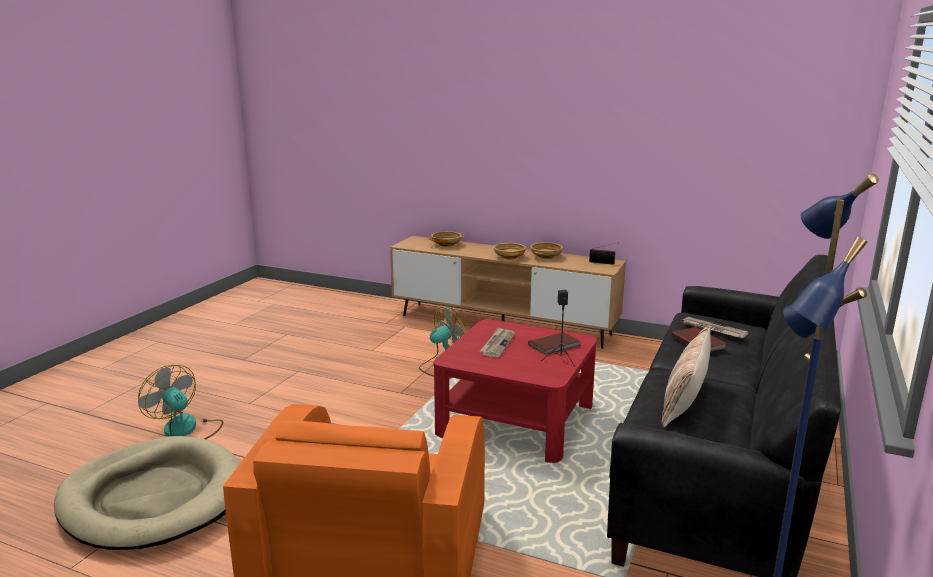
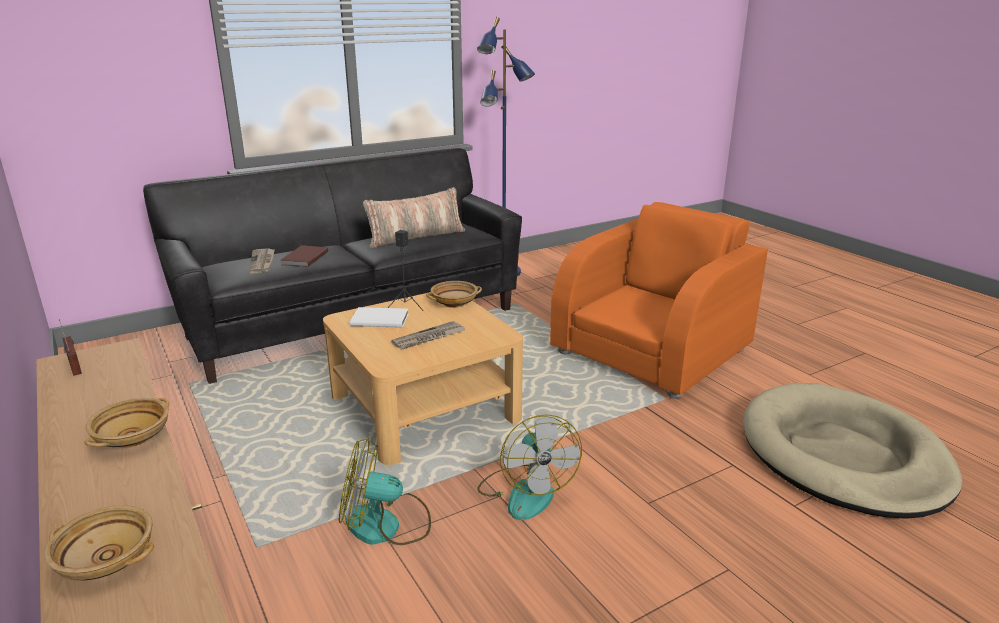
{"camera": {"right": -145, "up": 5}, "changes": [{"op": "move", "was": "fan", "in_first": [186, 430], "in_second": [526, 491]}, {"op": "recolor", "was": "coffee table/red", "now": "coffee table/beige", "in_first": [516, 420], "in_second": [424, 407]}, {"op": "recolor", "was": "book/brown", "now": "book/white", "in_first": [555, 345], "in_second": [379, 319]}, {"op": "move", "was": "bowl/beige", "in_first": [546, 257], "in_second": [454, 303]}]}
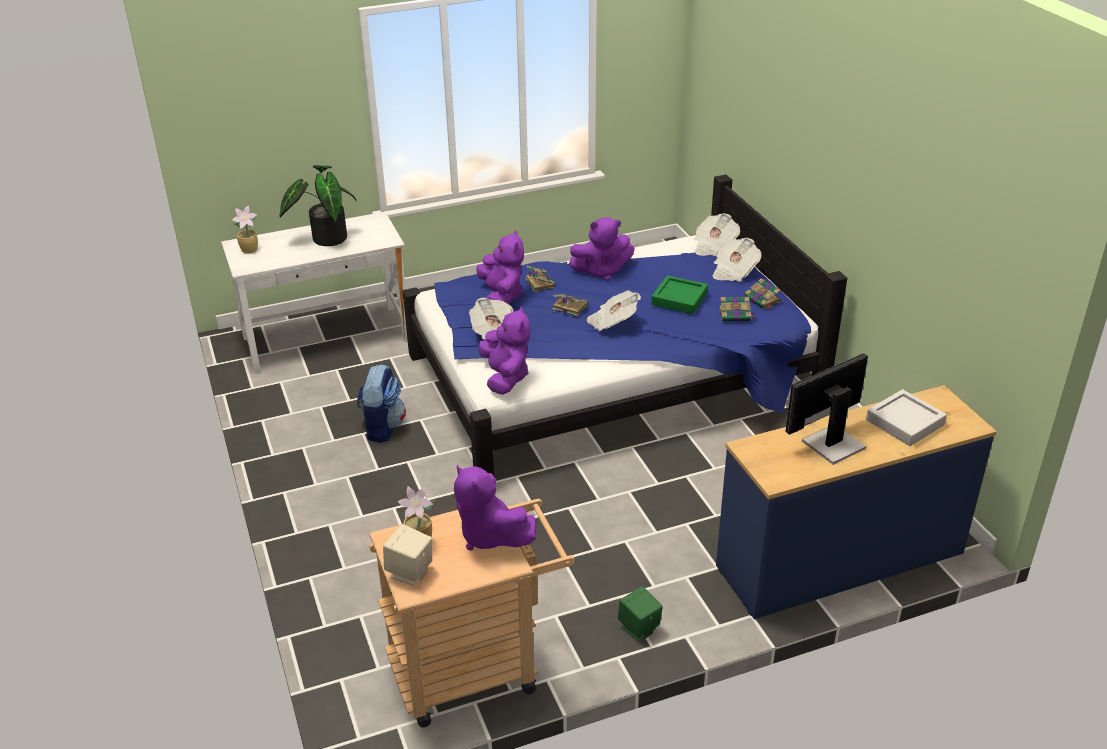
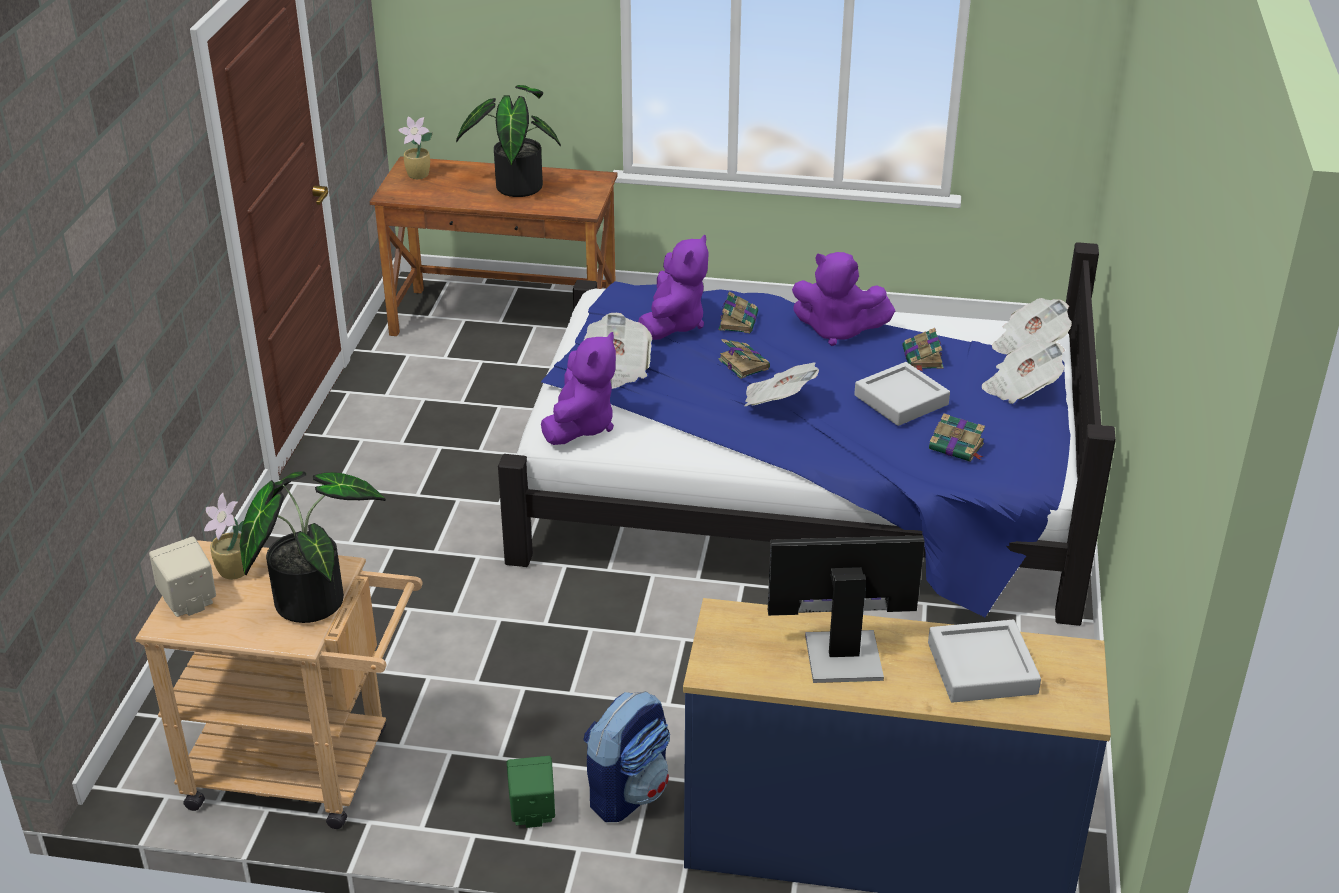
{"camera": {"right": 30, "up": 0}, "changes": [{"op": "recolor", "was": "desk/white", "now": "desk/brown", "in_first": [326, 338], "in_second": [504, 320]}, {"op": "move", "was": "backpack", "in_first": [382, 427], "in_second": [628, 792]}, {"op": "replace", "was": "plush toy/purple", "now": "potted plant", "in_first": [489, 536], "in_second": [311, 596]}, {"op": "recolor", "was": "tray/green", "now": "tray/grey", "in_first": [679, 299], "in_second": [901, 400]}, {"op": "move", "was": "book", "in_first": [762, 300], "in_second": [922, 359]}]}
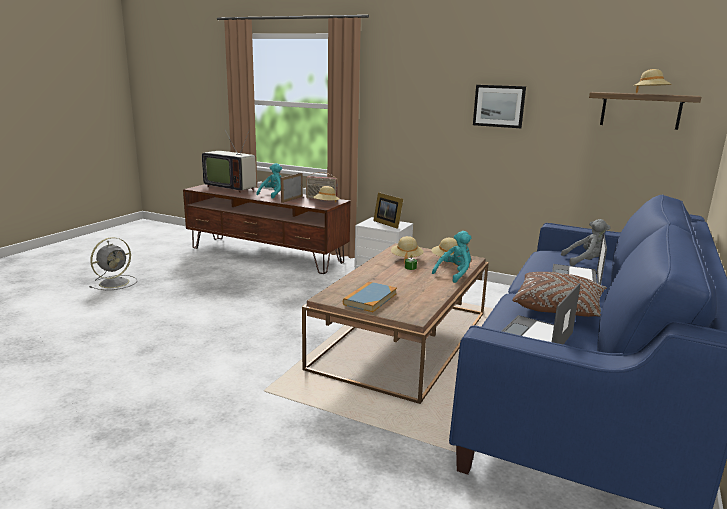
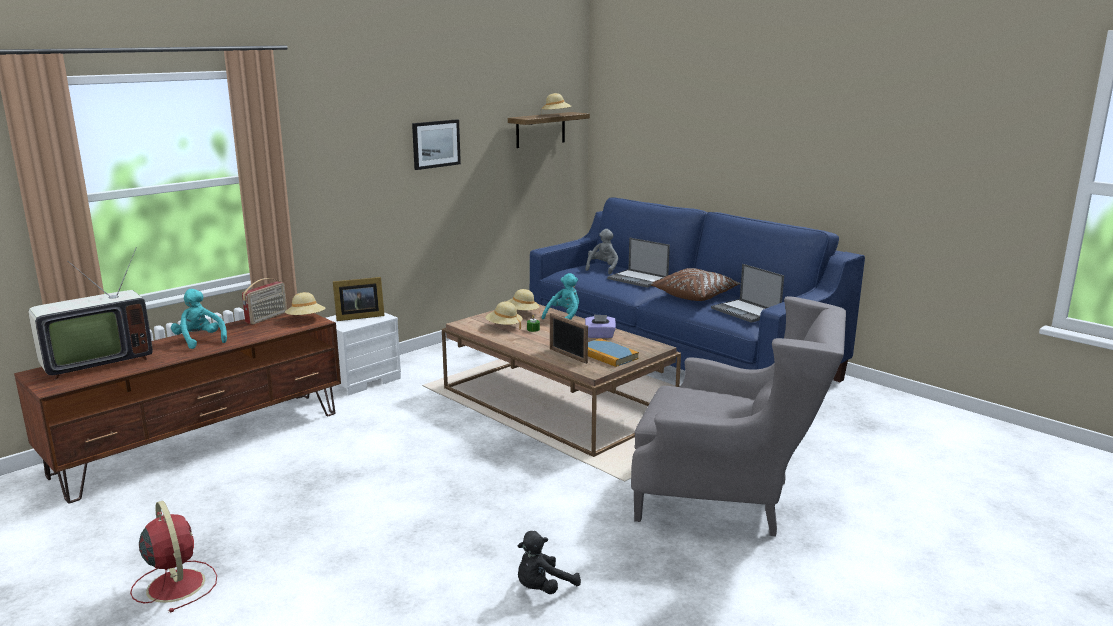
{"camera": {"right": -70, "up": 0}, "changes": [{"op": "recolor", "was": "fan/grey", "now": "fan/red", "in_first": [115, 282], "in_second": [175, 584]}, {"op": "move", "was": "picture frame", "in_first": [291, 199], "in_second": [568, 356]}, {"op": "rotate", "was": "plush toy/turquoise", "in_first": [454, 274], "in_second": [564, 317], "clockwise": 60}, {"op": "insert", "now": "plush toy/black", "in_second": [543, 588]}, {"op": "insert", "now": "tissue box/purple", "in_second": [600, 336]}, {"op": "insert", "now": "armchair/grey", "in_second": [730, 499]}]}
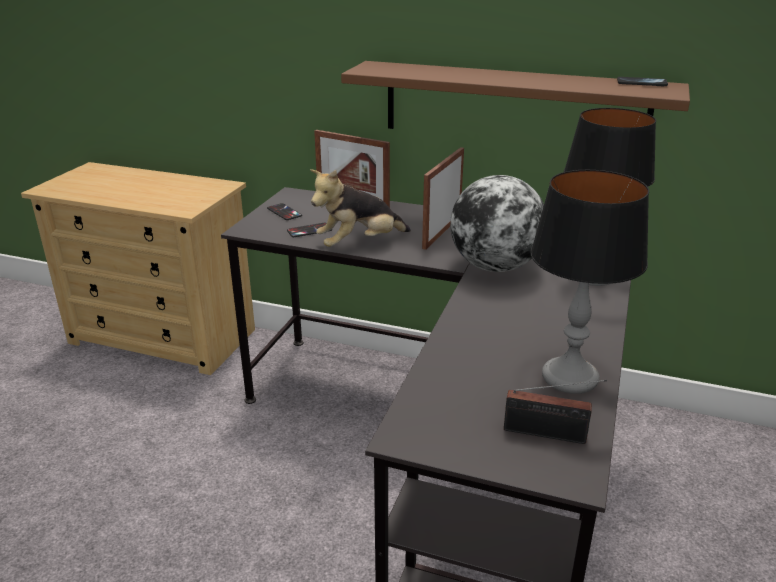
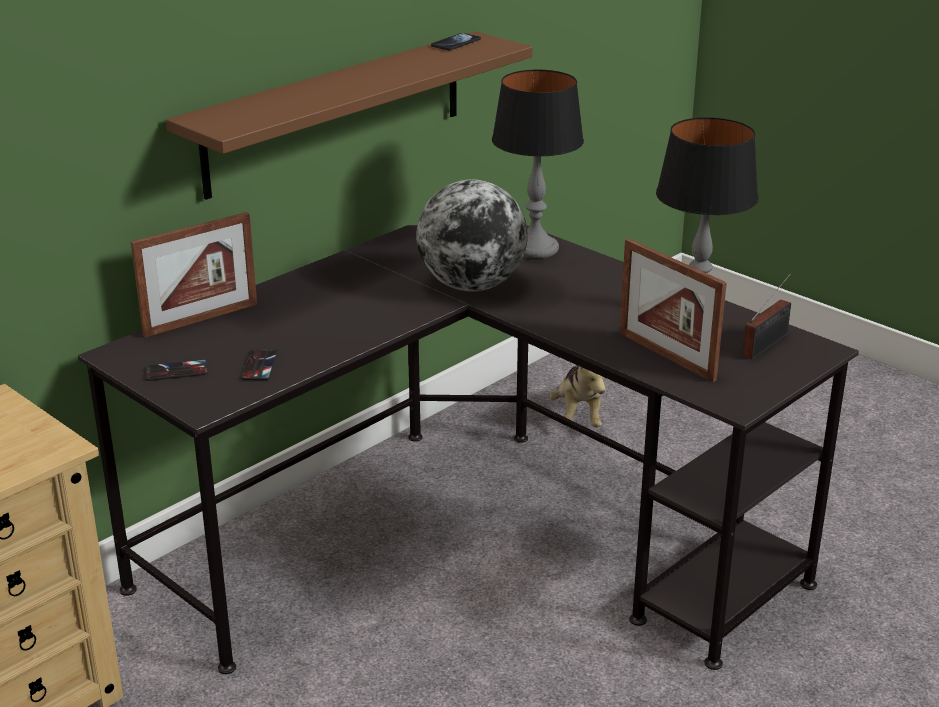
{"camera": {"right": -65, "up": 0}, "changes": [{"op": "move", "was": "plush toy", "in_first": [359, 244], "in_second": [579, 416]}, {"op": "move", "was": "picture frame", "in_first": [442, 231], "in_second": [666, 356]}]}
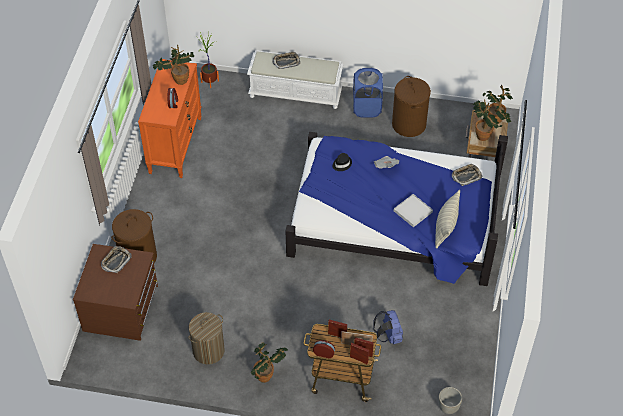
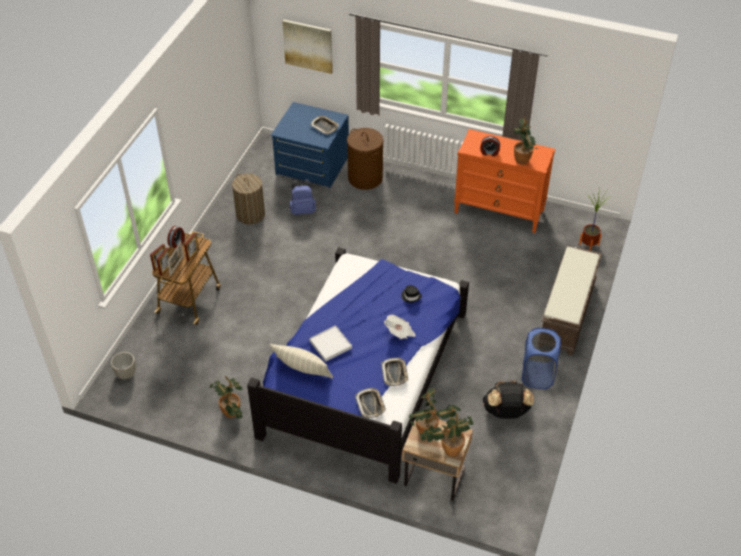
{"camera": {"right": 100, "up": -5}, "changes": [{"op": "recolor", "was": "dresser/brown", "now": "dresser/blue", "in_first": [122, 308], "in_second": [312, 165]}, {"op": "recolor", "was": "bench/white", "now": "bench/brown", "in_first": [296, 92], "in_second": [567, 314]}, {"op": "move", "was": "potted plant", "in_first": [267, 375], "in_second": [231, 415]}, {"op": "move", "was": "tray", "in_first": [286, 62], "in_second": [395, 373]}, {"op": "move", "was": "backpack/blue", "in_first": [388, 336], "in_second": [303, 210]}, {"op": "replace", "was": "laundry basket/brown", "now": "backpack/black", "in_first": [409, 124], "in_second": [506, 412]}, {"op": "insert", "now": "picture", "in_second": [308, 46]}]}
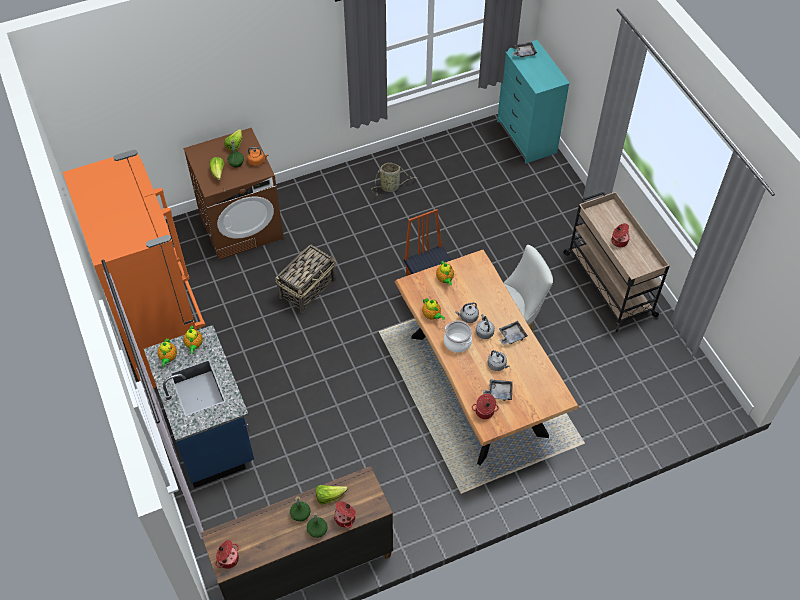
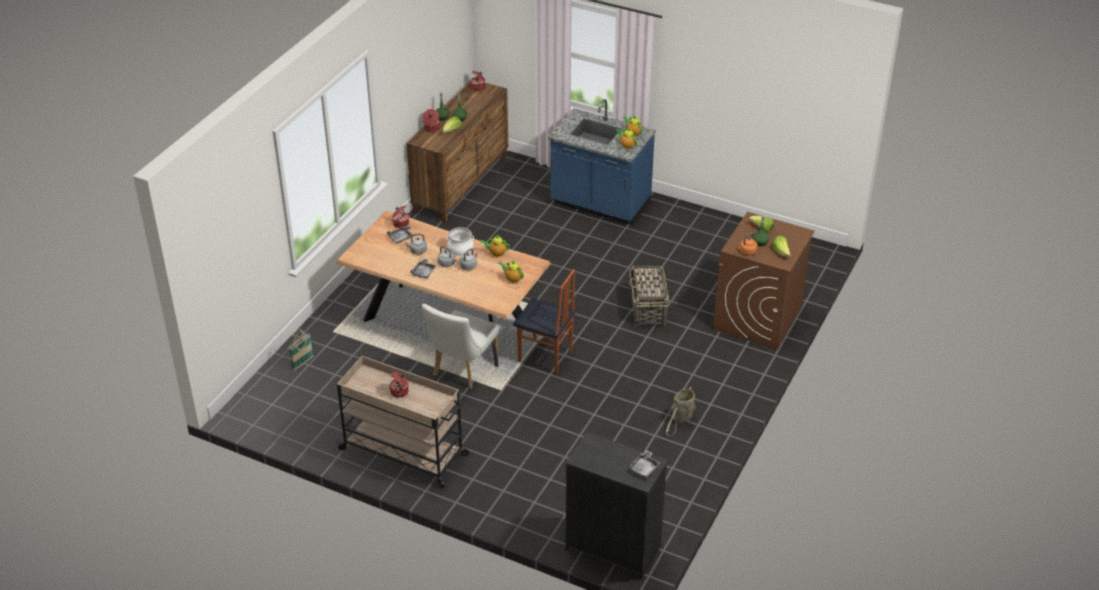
{"camera": {"right": 140, "up": -15}, "changes": [{"op": "delete", "was": "fridge/orange", "in_first": [164, 336]}, {"op": "recolor", "was": "dresser/turquoise", "now": "dresser/black", "in_first": [526, 137], "in_second": [613, 547]}, {"op": "insert", "now": "basket", "in_second": [302, 363]}]}
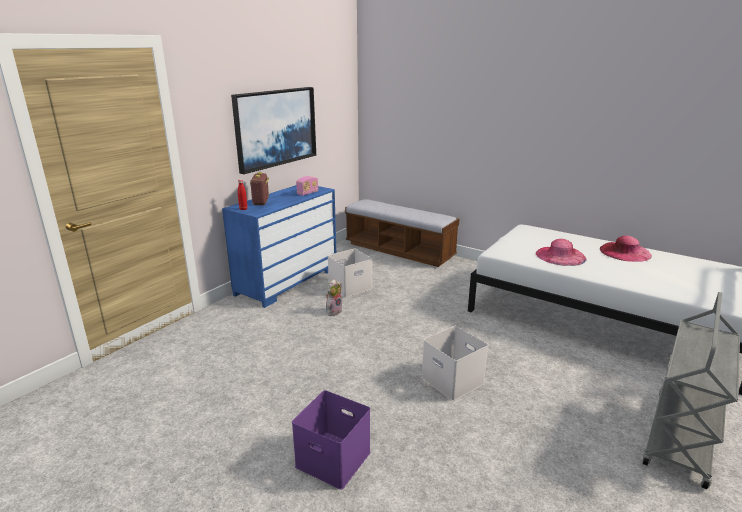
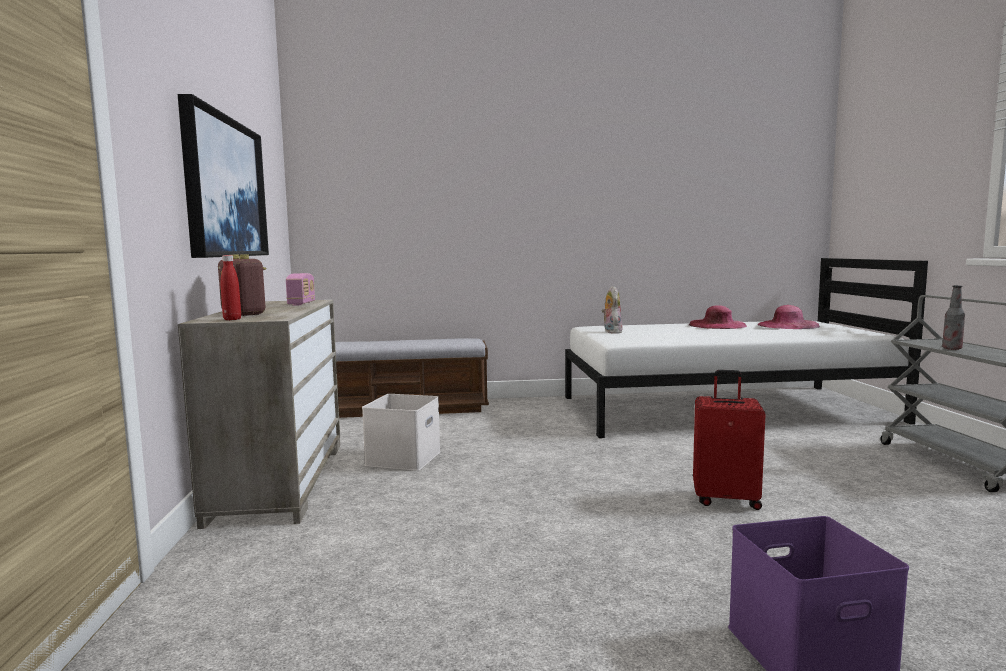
{"camera": {"right": -40, "up": -15}, "changes": [{"op": "recolor", "was": "dresser/blue", "now": "dresser/beige", "in_first": [287, 280], "in_second": [279, 480]}, {"op": "move", "was": "plush toy", "in_first": [333, 311], "in_second": [611, 332]}, {"op": "replace", "was": "storage box/white", "now": "suitcase/red", "in_first": [454, 380], "in_second": [726, 499]}, {"op": "move", "was": "hat/pink", "in_first": [560, 256], "in_second": [788, 325]}, {"op": "insert", "now": "bottle", "in_second": [952, 348]}]}
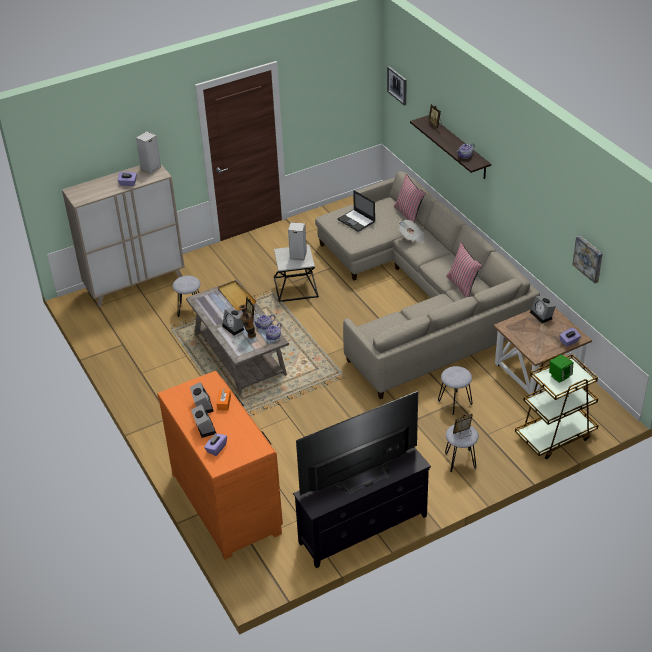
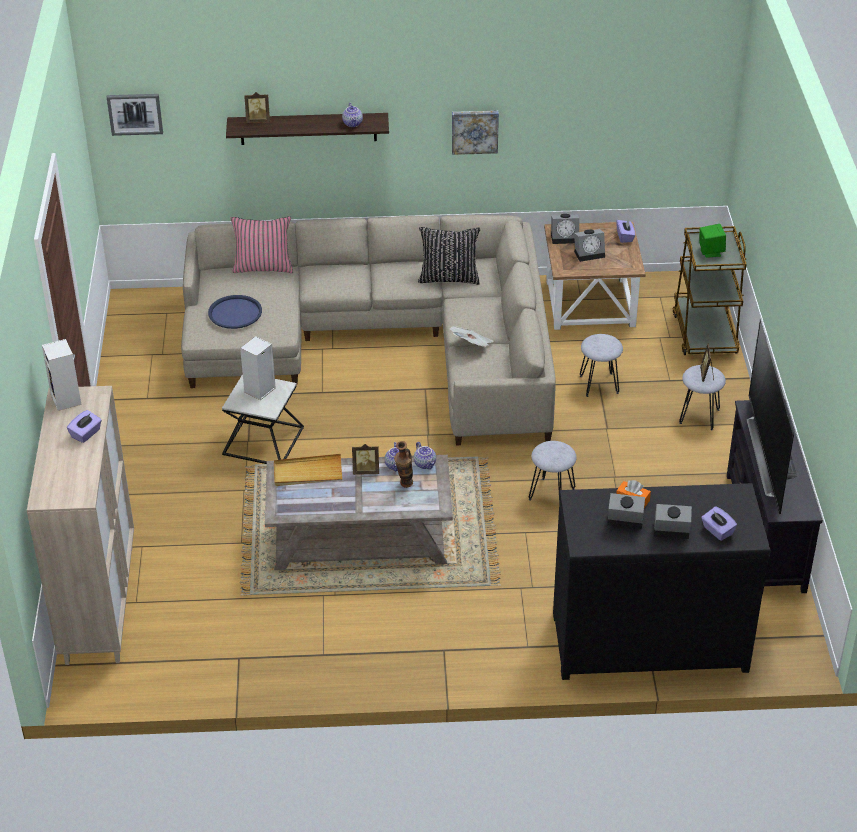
{"camera": {"right": -65, "up": 0}, "changes": [{"op": "recolor", "was": "dresser/orange", "now": "dresser/black", "in_first": [227, 502], "in_second": [648, 639]}, {"op": "move", "was": "stool/grey", "in_first": [190, 309], "in_second": [551, 494]}, {"op": "move", "was": "alarm clock", "in_first": [234, 327], "in_second": [590, 253]}, {"op": "replace", "was": "laptop", "now": "tray/blue", "in_first": [356, 220], "in_second": [235, 313]}, {"op": "move", "was": "newspaper", "in_first": [412, 238], "in_second": [472, 345]}, {"op": "recolor", "was": "pillow/pink", "now": "pillow/black", "in_first": [463, 286], "in_second": [449, 278]}, {"op": "move", "was": "picture", "in_first": [589, 258], "in_second": [474, 131]}]}
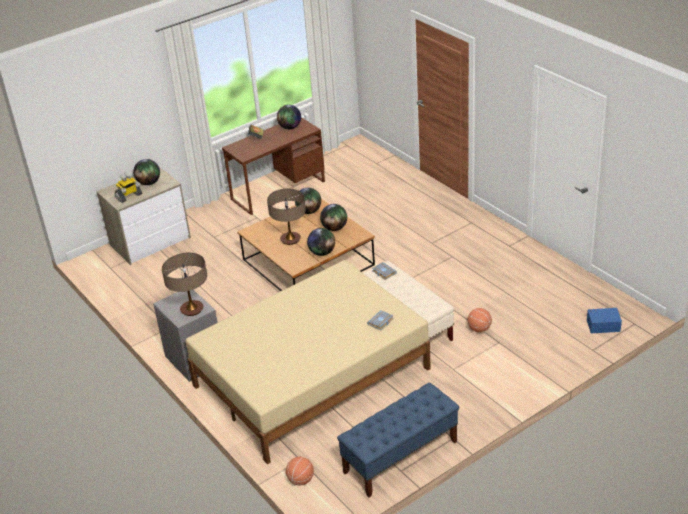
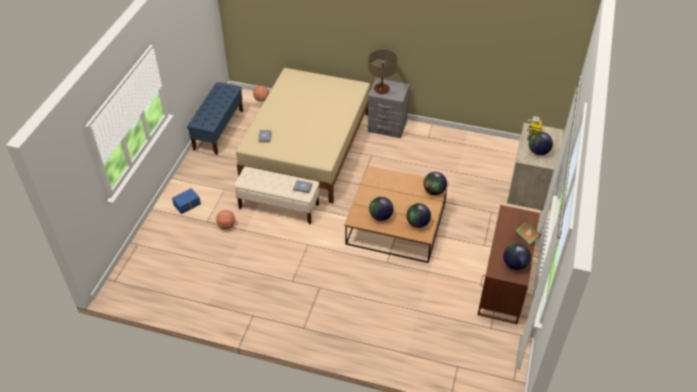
{"camera": {"right": 140, "up": 10}, "changes": [{"op": "delete", "was": "table lamp", "in_first": [290, 239]}, {"op": "move", "was": "globe", "in_first": [322, 253], "in_second": [434, 191]}, {"op": "move", "was": "storage box/blue", "in_first": [603, 325], "in_second": [187, 204]}]}
